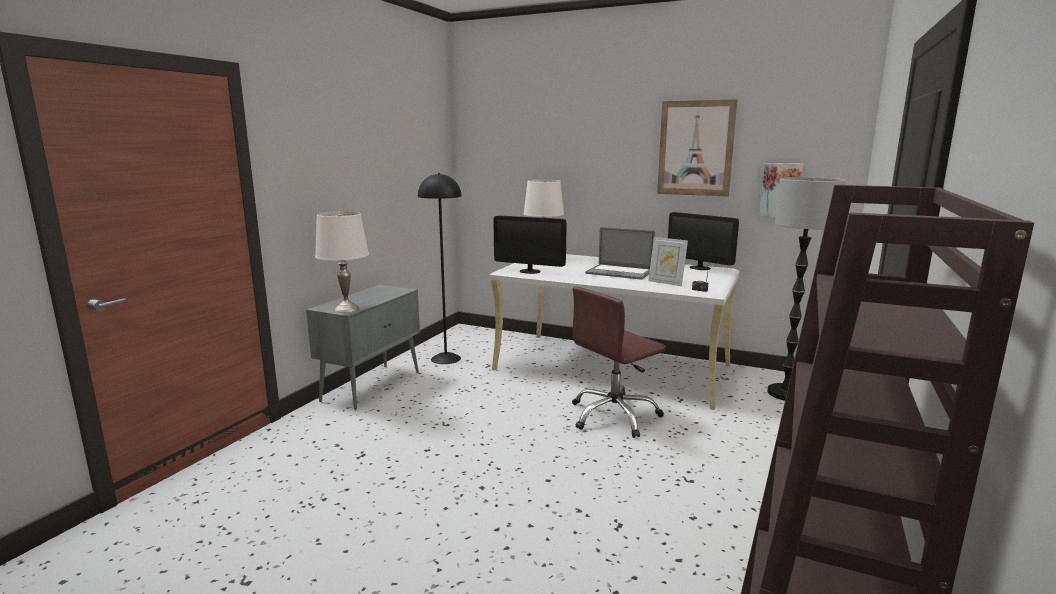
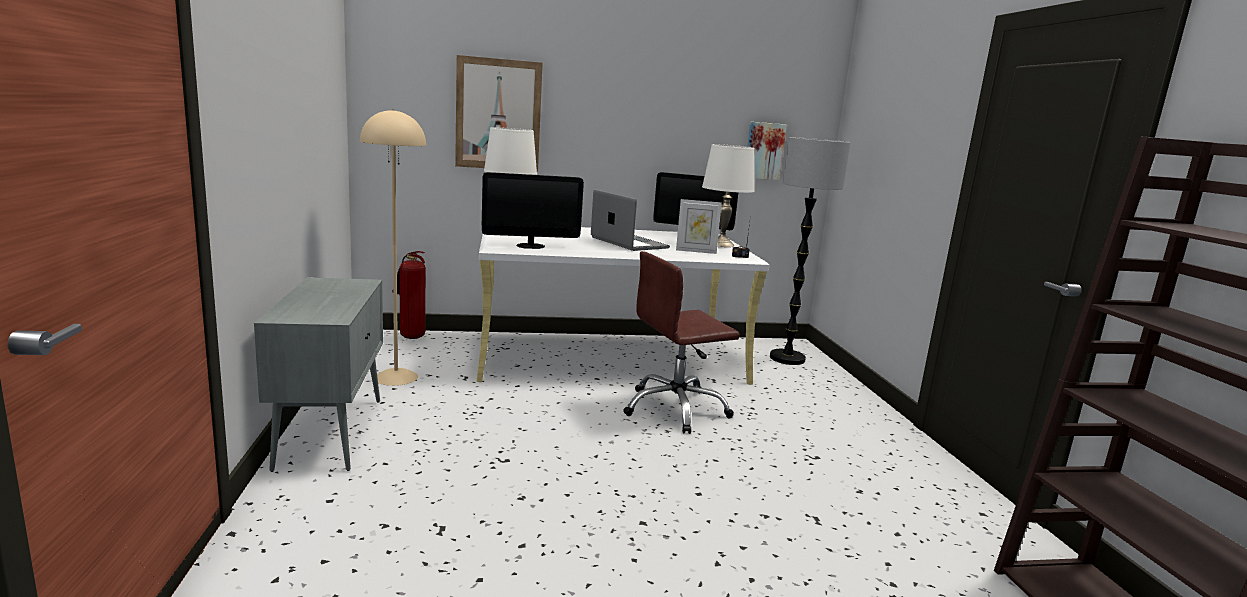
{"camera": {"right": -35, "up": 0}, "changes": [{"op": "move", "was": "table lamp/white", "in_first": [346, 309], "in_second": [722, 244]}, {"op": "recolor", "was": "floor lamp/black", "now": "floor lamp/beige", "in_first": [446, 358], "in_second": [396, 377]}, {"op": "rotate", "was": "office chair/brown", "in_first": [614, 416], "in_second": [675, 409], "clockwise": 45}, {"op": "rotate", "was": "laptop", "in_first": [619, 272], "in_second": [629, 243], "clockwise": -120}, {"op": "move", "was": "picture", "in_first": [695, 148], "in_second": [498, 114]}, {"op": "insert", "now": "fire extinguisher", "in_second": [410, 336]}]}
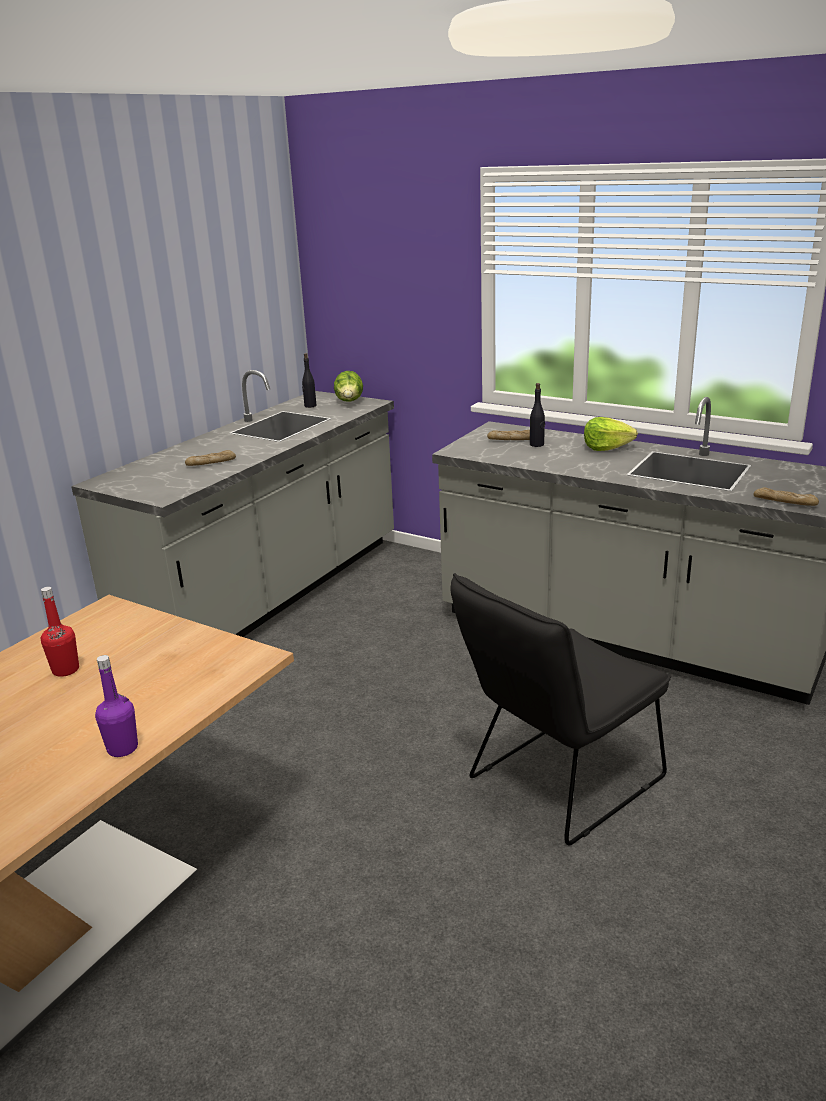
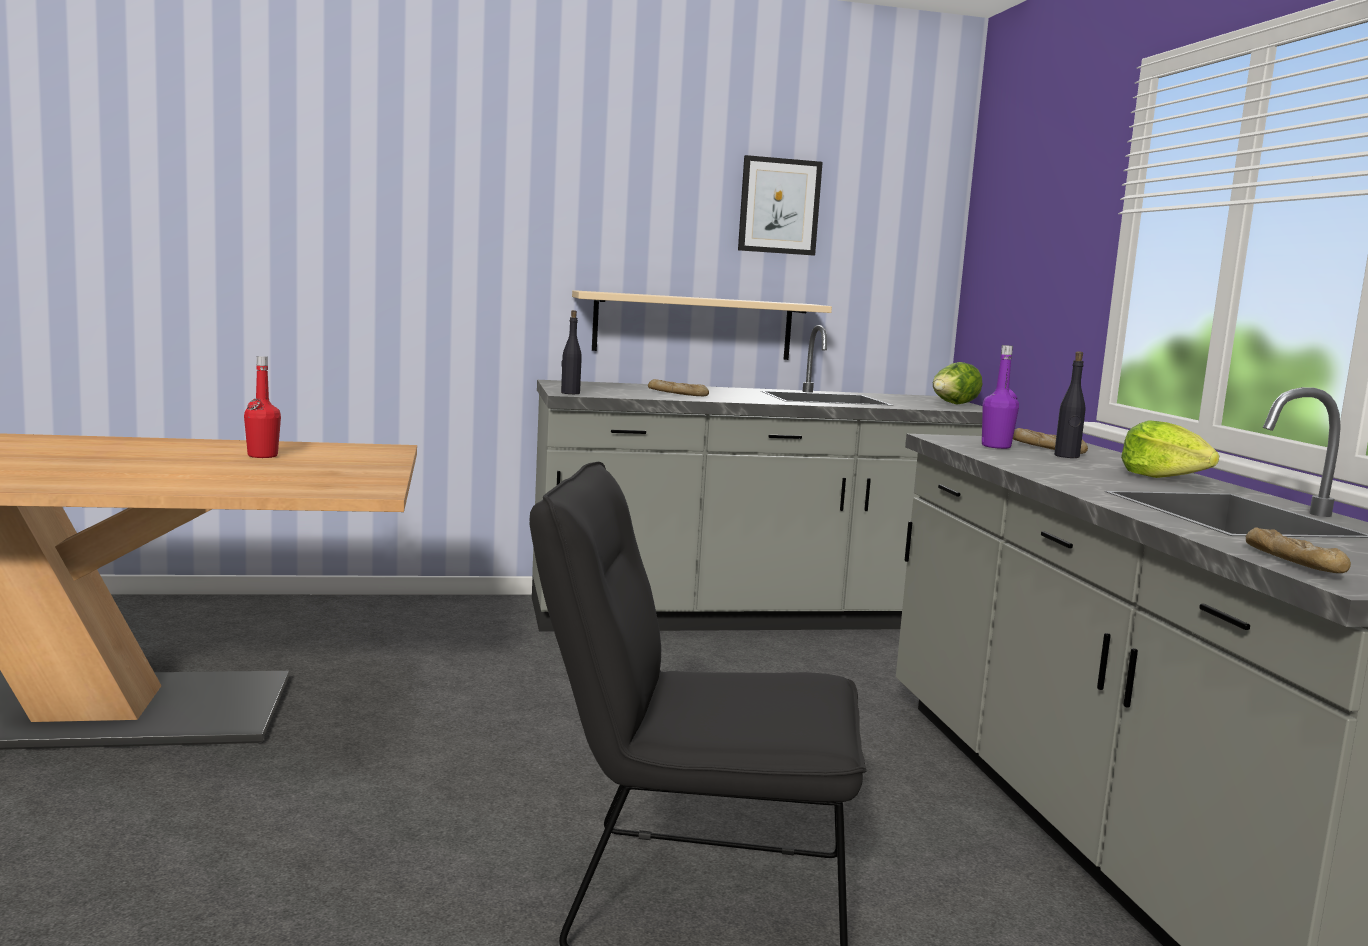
{"camera": {"right": 45, "up": -15}, "changes": [{"op": "move", "was": "bottle/purple", "in_first": [122, 748], "in_second": [996, 446]}, {"op": "move", "was": "bottle/black", "in_first": [310, 406], "in_second": [570, 393]}, {"op": "insert", "now": "shelf/beige", "in_second": [693, 326]}, {"op": "insert", "now": "picture", "in_second": [779, 206]}]}
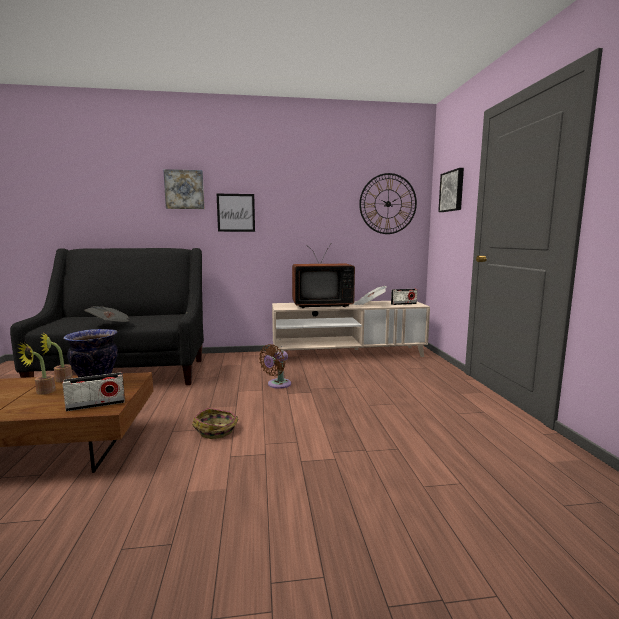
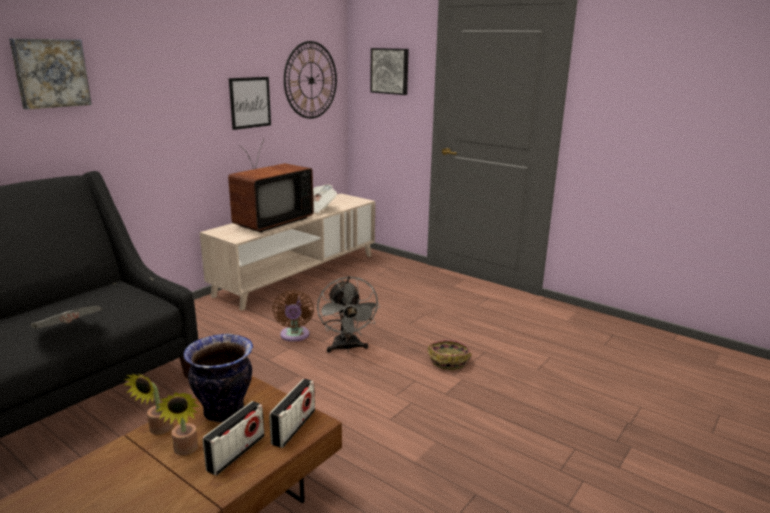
{"camera": {"right": -45, "up": 10}, "changes": [{"op": "move", "was": "basket", "in_first": [217, 430], "in_second": [449, 360]}, {"op": "move", "was": "picture", "in_first": [236, 212], "in_second": [250, 102]}, {"op": "move", "was": "radio", "in_first": [403, 304], "in_second": [236, 453]}, {"op": "insert", "now": "fan/grey", "in_second": [347, 348]}]}
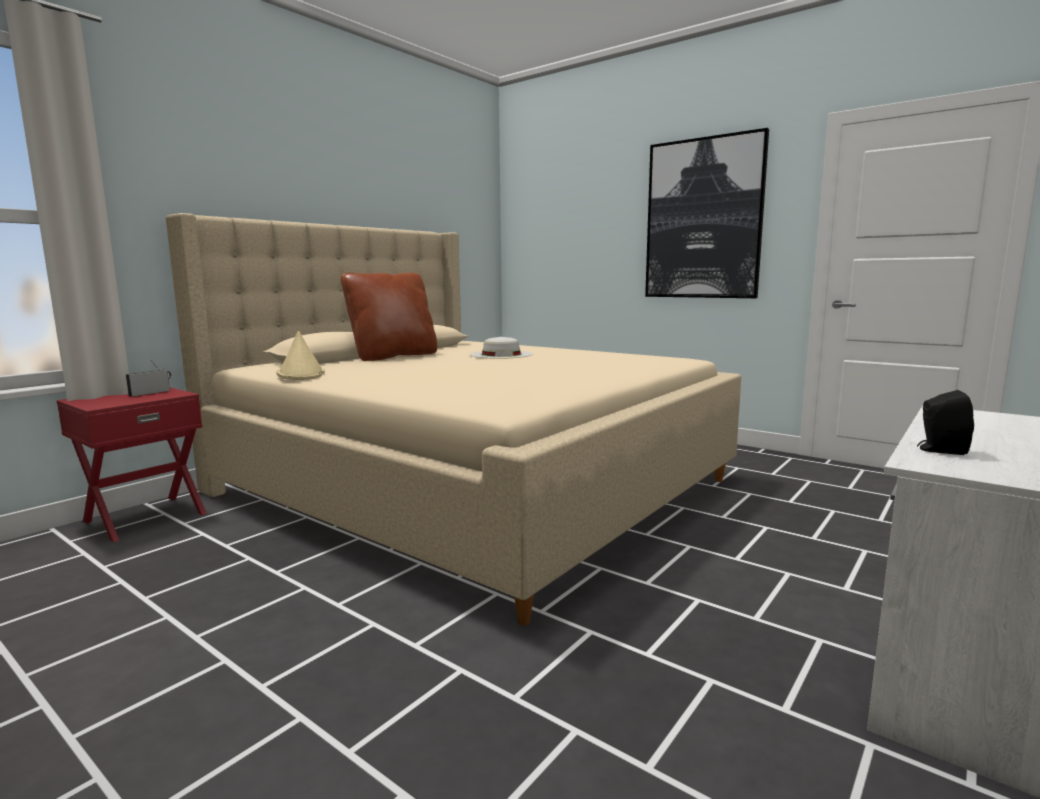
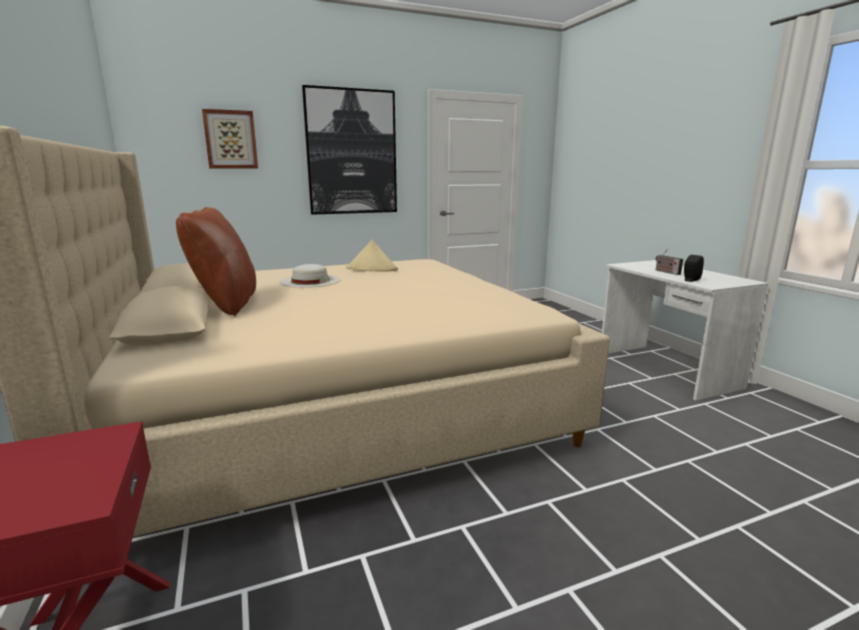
{"camera": {"right": -60, "up": 5}, "changes": [{"op": "move", "was": "radio", "in_first": [151, 393], "in_second": [666, 272]}, {"op": "move", "was": "hat/beige", "in_first": [301, 374], "in_second": [372, 269]}, {"op": "insert", "now": "picture", "in_second": [230, 139]}]}
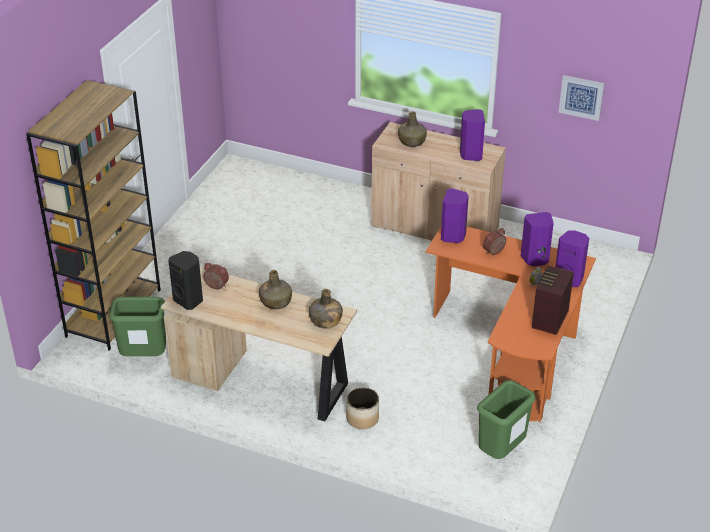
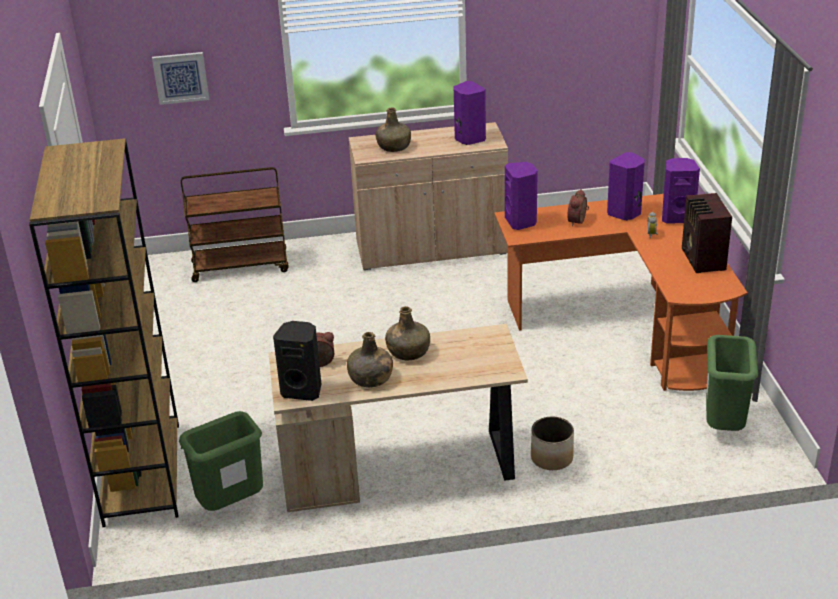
{"camera": {"right": -30, "up": -5}, "changes": [{"op": "move", "was": "bottle/green", "in_first": [325, 321], "in_second": [370, 378]}, {"op": "move", "was": "picture", "in_first": [581, 97], "in_second": [181, 77]}, {"op": "insert", "now": "cart/brown", "in_second": [241, 266]}]}
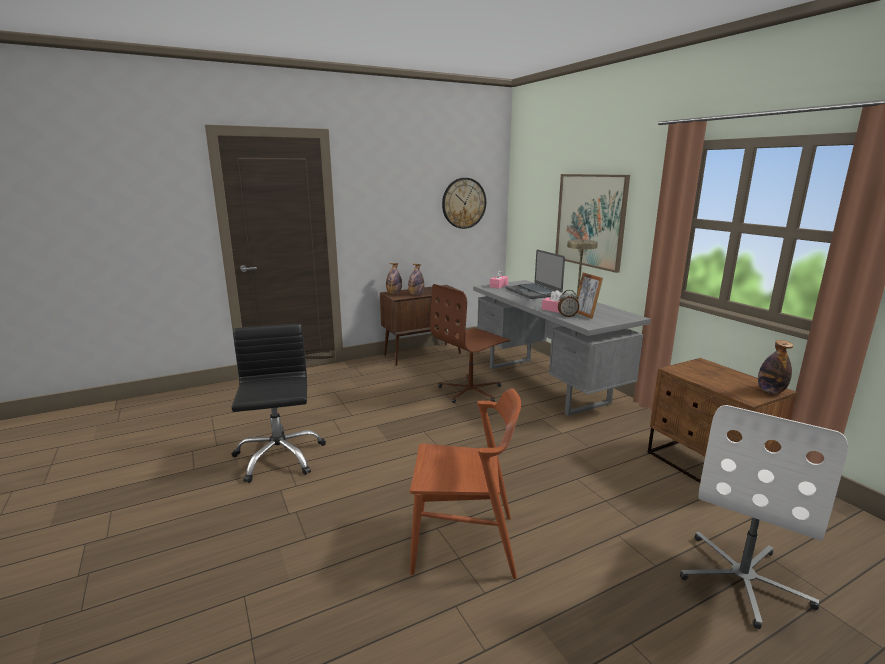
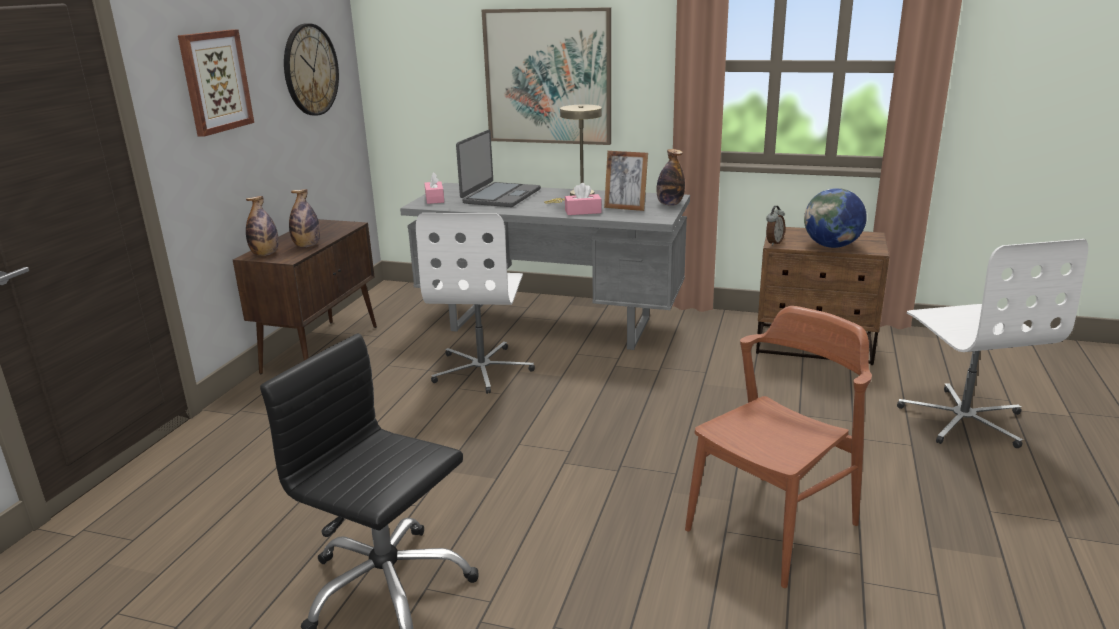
{"camera": {"right": -45, "up": 5}, "changes": [{"op": "recolor", "was": "office chair/brown", "now": "office chair/white", "in_first": [471, 391], "in_second": [482, 369]}, {"op": "rotate", "was": "laptop", "in_first": [533, 292], "in_second": [500, 196], "clockwise": -90}, {"op": "move", "was": "alarm clock", "in_first": [567, 316], "in_second": [773, 243]}, {"op": "move", "was": "bottle", "in_first": [770, 391], "in_second": [669, 204]}, {"op": "insert", "now": "picture", "in_second": [215, 81]}, {"op": "insert", "now": "globe", "in_second": [832, 246]}]}
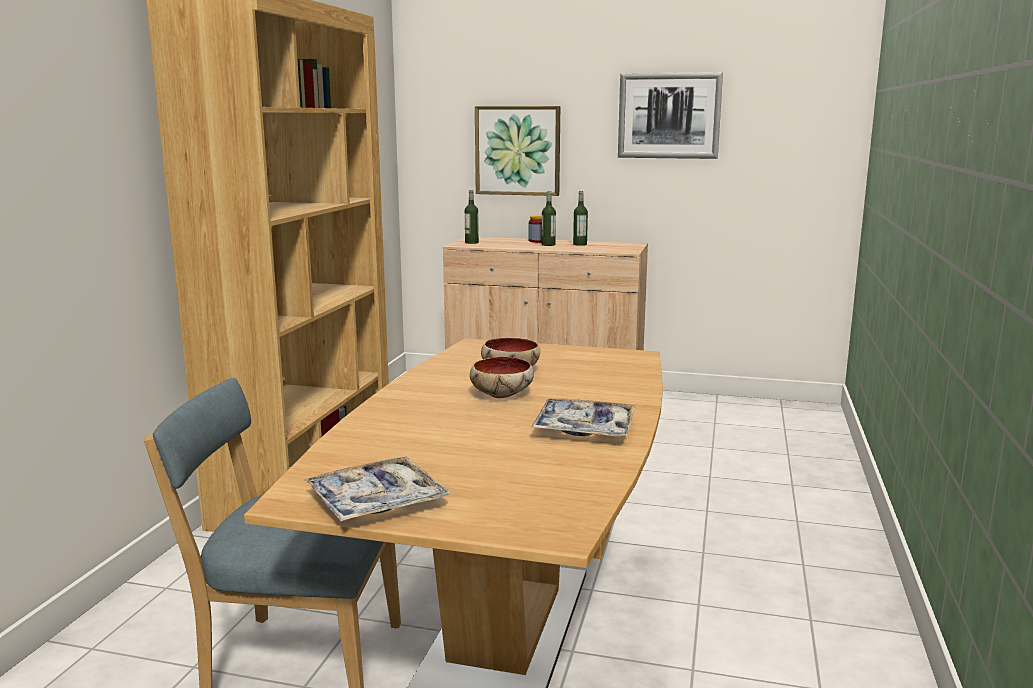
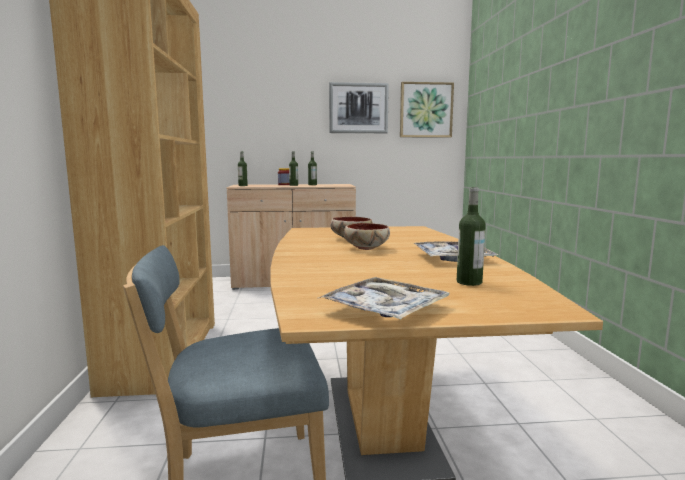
{"camera": {"right": -20, "up": -5}, "changes": [{"op": "move", "was": "picture", "in_first": [518, 150], "in_second": [426, 110]}, {"op": "insert", "now": "bottle", "in_second": [469, 282]}]}
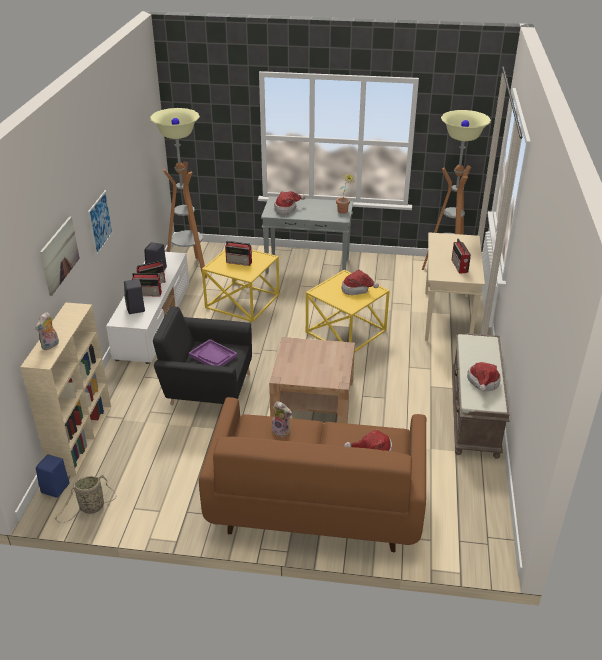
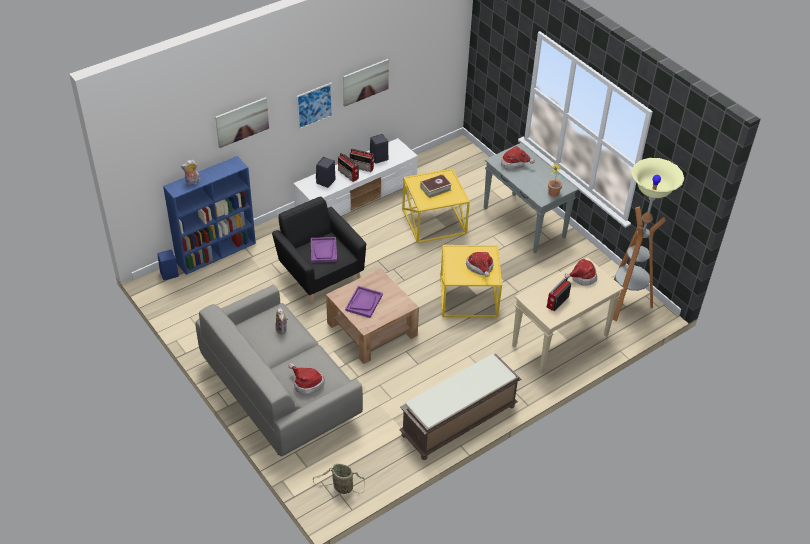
{"camera": {"right": 45, "up": 10}, "changes": [{"op": "recolor", "was": "bookcase/beige", "now": "bookcase/blue", "in_first": [81, 438], "in_second": [217, 252]}, {"op": "move", "was": "basket", "in_first": [90, 508], "in_second": [341, 487]}, {"op": "delete", "was": "floor lamp", "in_first": [189, 269]}, {"op": "recolor", "was": "sofa/brown", "now": "sofa/grey", "in_first": [316, 502], "in_second": [280, 392]}, {"op": "replace", "was": "radio", "now": "book", "in_first": [239, 262], "in_second": [435, 189]}, {"op": "move", "was": "hat", "in_first": [483, 383], "in_second": [582, 277]}, {"op": "insert", "now": "picture", "in_second": [365, 82]}, {"op": "insert", "now": "tray/purple", "in_second": [364, 302]}]}
